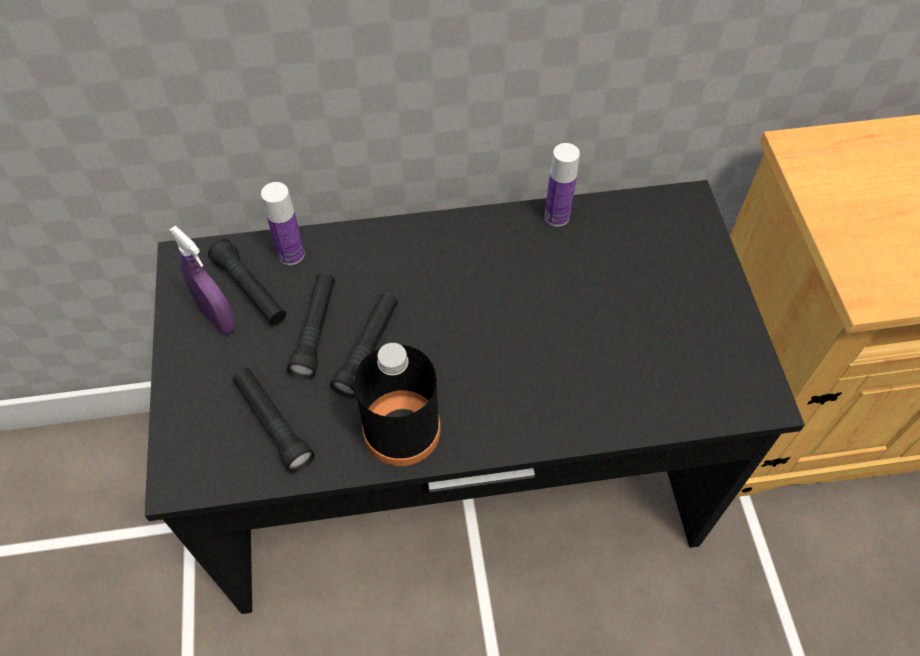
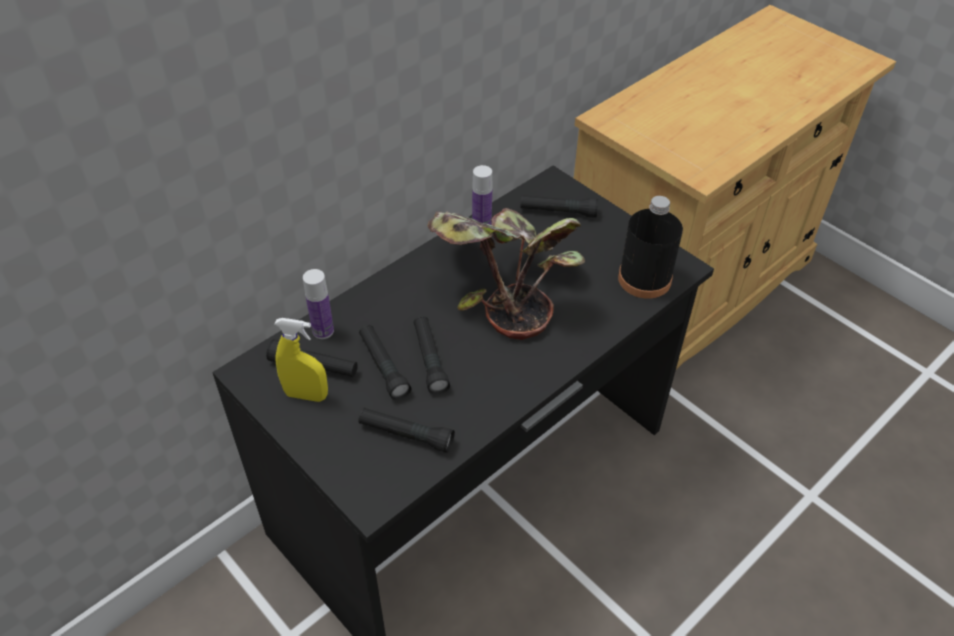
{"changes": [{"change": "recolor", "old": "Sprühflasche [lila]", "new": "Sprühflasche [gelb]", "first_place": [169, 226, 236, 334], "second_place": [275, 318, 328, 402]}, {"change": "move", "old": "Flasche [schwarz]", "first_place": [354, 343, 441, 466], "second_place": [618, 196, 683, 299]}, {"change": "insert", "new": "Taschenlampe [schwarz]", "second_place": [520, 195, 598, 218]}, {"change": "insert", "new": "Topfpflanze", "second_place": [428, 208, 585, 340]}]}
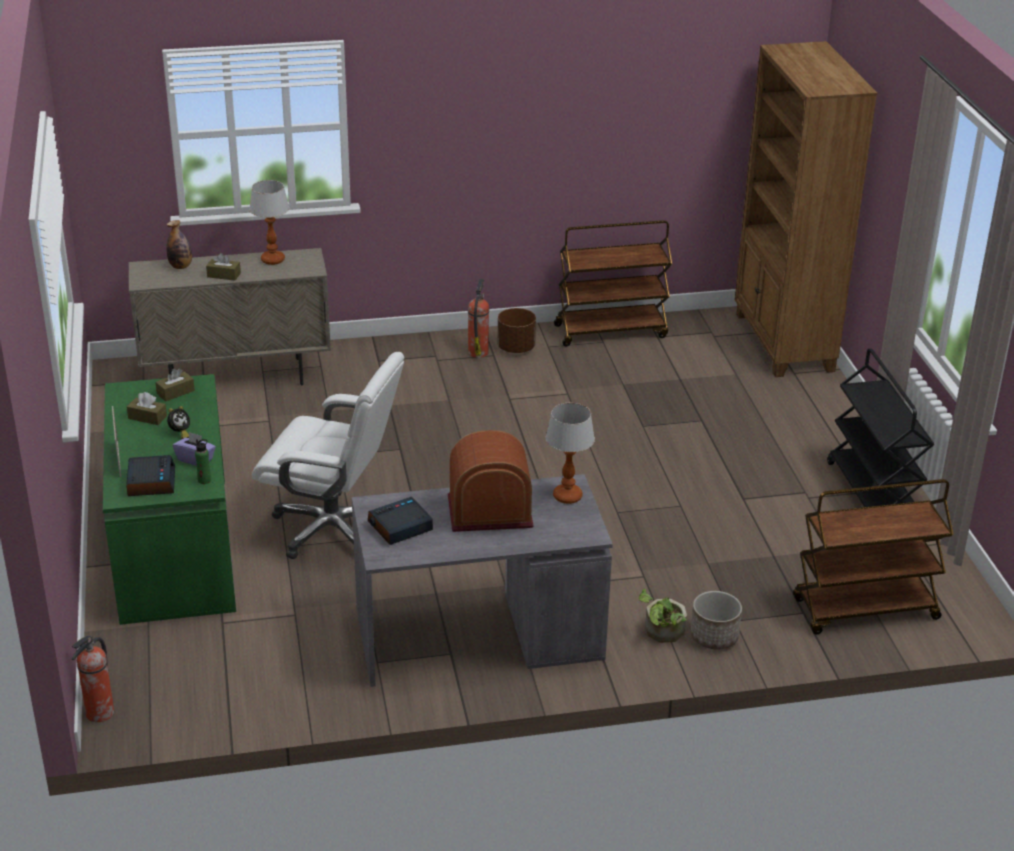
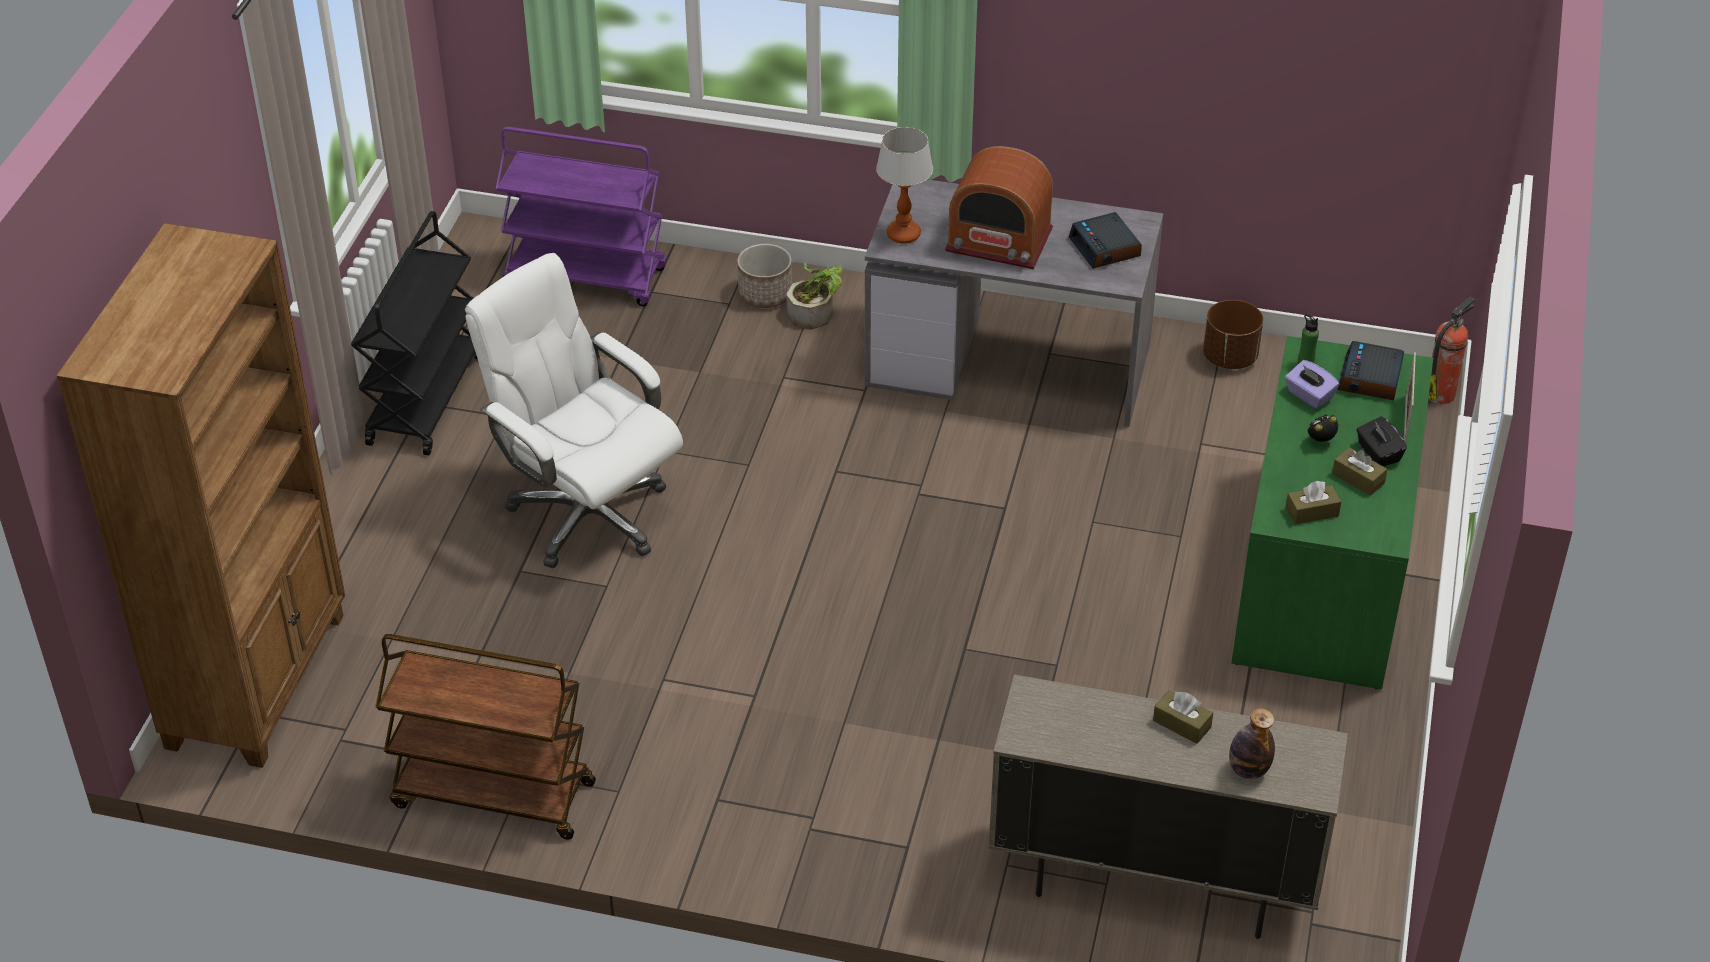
{"changes": [{"change": "delete", "old": "Tischlampe", "first_place": [249, 180, 289, 265]}, {"change": "delete", "old": "Feuerlöscher", "first_place": [468, 279, 489, 358]}, {"change": "move", "old": "Pflanzkübel [braun]", "first_place": [498, 308, 536, 353], "second_place": [1203, 300, 1263, 369]}, {"change": "move", "old": "Bürostuhl [weiß]", "first_place": [252, 352, 404, 559], "second_place": [465, 253, 683, 568]}, {"change": "recolor", "old": "Rollwagen [braun]", "new": "Rollwagen [lila]", "first_place": [793, 479, 953, 634], "second_place": [496, 127, 667, 306]}, {"change": "rotate", "old": "Wecker", "first_place": [368, 497, 433, 545], "second_place": [1069, 212, 1142, 269], "degrees": 75}, {"change": "insert", "new": "Taschentuchbox [schwarz]", "second_place": [1357, 416, 1407, 467]}]}
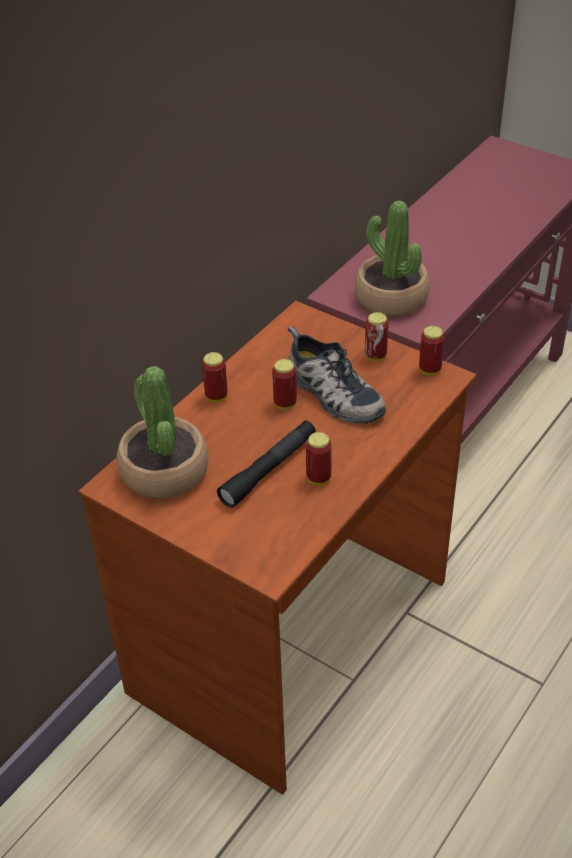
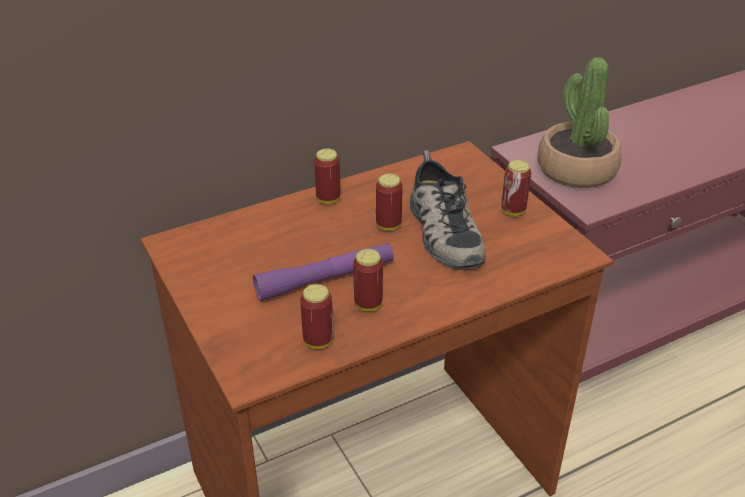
{"changes": [{"change": "move", "old": "Dose", "first_place": [419, 326, 445, 375], "second_place": [300, 284, 333, 349]}, {"change": "delete", "old": "Topfpflanze", "first_place": [117, 366, 209, 499]}, {"change": "recolor", "old": "Taschenlampe [schwarz]", "new": "Taschenlampe [lila]", "first_place": [217, 421, 316, 508], "second_place": [253, 243, 394, 301]}]}
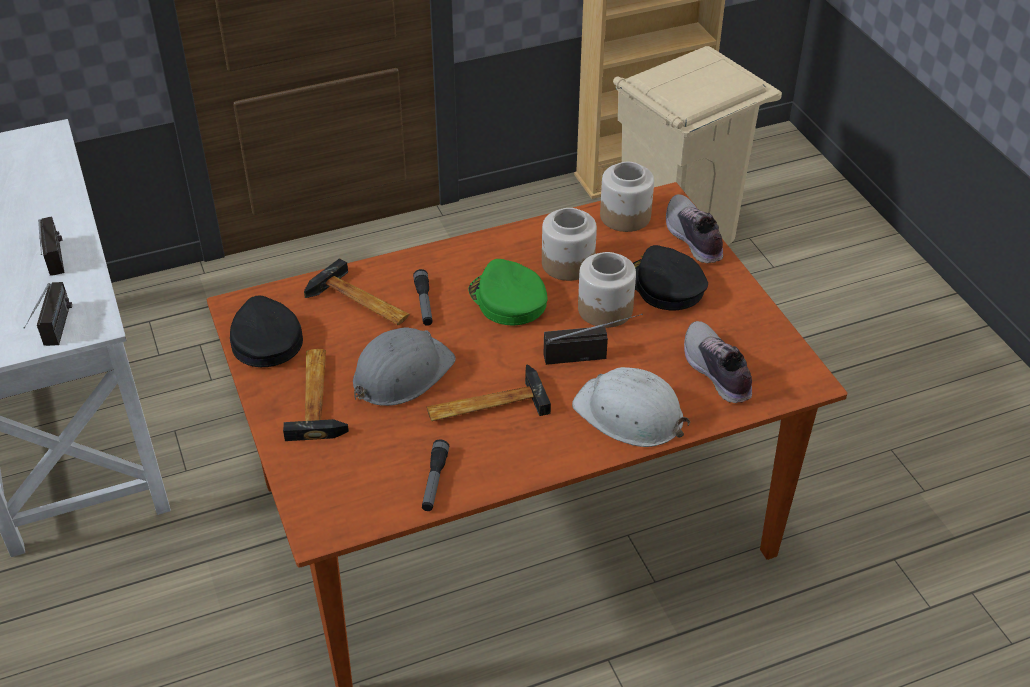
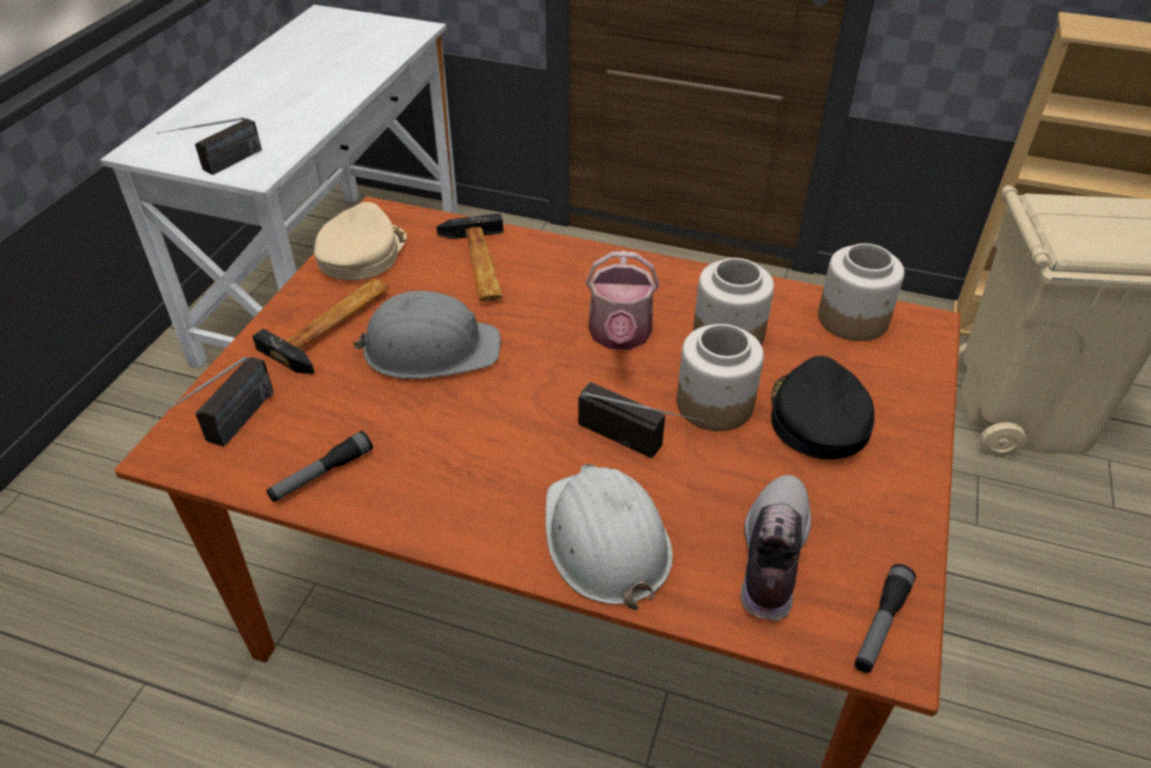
{"changes": [{"change": "delete", "old": "Schuh", "first_place": [666, 194, 723, 263]}, {"change": "move", "old": "Radio", "first_place": [38, 216, 64, 276], "second_place": [152, 356, 273, 447]}, {"change": "replace", "old": "Kappe [grün]", "new": "Gießkanne", "first_place": [468, 259, 548, 325], "second_place": [586, 251, 659, 350]}, {"change": "move", "old": "Taschenlampe", "first_place": [413, 269, 432, 326], "second_place": [855, 564, 916, 673]}, {"change": "recolor", "old": "Kappe [schwarz]", "new": "Kappe [beige]", "first_place": [230, 295, 303, 367], "second_place": [314, 202, 407, 280]}, {"change": "delete", "old": "Hammer", "first_place": [427, 364, 551, 421]}]}
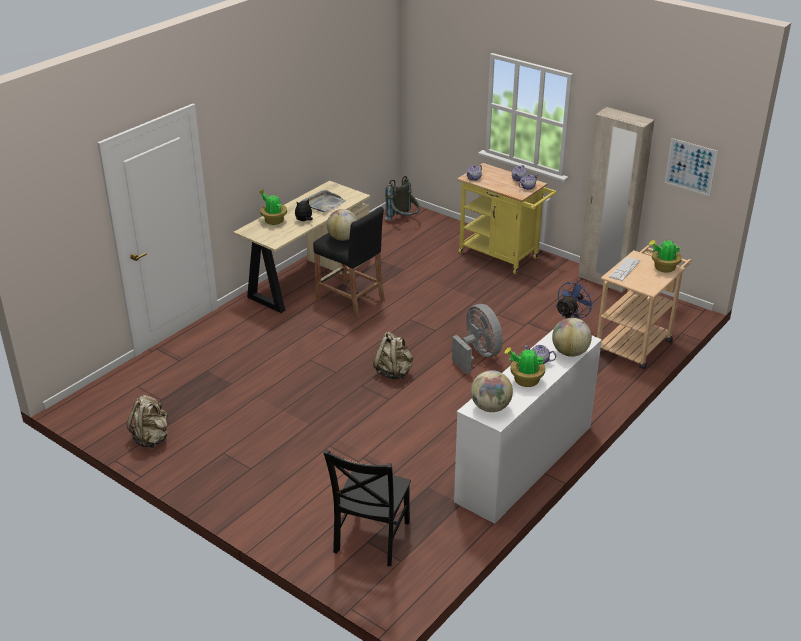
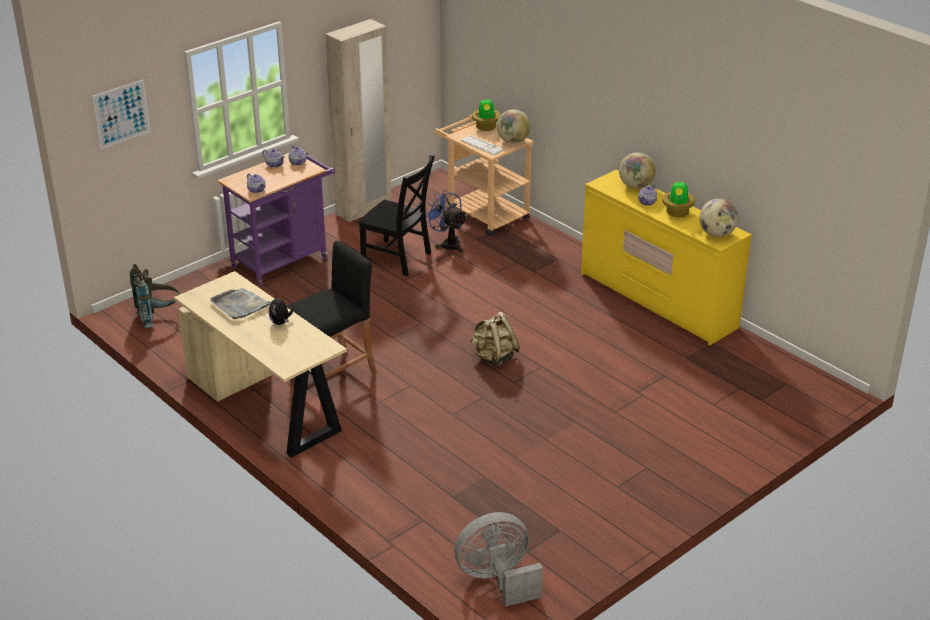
{"changes": [{"change": "move", "old": "Bild", "first_place": [665, 138, 718, 196], "second_place": [92, 80, 151, 149]}, {"change": "recolor", "old": "Rollwagen [gelb]", "new": "Rollwagen [lila]", "first_place": [457, 163, 557, 274], "second_place": [217, 152, 335, 287]}, {"change": "delete", "old": "Topfpflanze", "first_place": [259, 189, 287, 225]}, {"change": "move", "old": "Globus", "first_place": [327, 209, 357, 241], "second_place": [497, 109, 530, 144]}, {"change": "move", "old": "Ventilator [grau]", "first_place": [452, 304, 503, 374], "second_place": [454, 512, 543, 607]}, {"change": "recolor", "old": "Kommode [weiß]", "new": "Kommode [gelb]", "first_place": [454, 329, 602, 524], "second_place": [581, 170, 752, 346]}, {"change": "delete", "old": "Rucksack [beige]", "first_place": [127, 395, 169, 449]}, {"change": "move", "old": "Stuhl [schwarz]", "first_place": [323, 449, 411, 566], "second_place": [358, 154, 435, 276]}]}
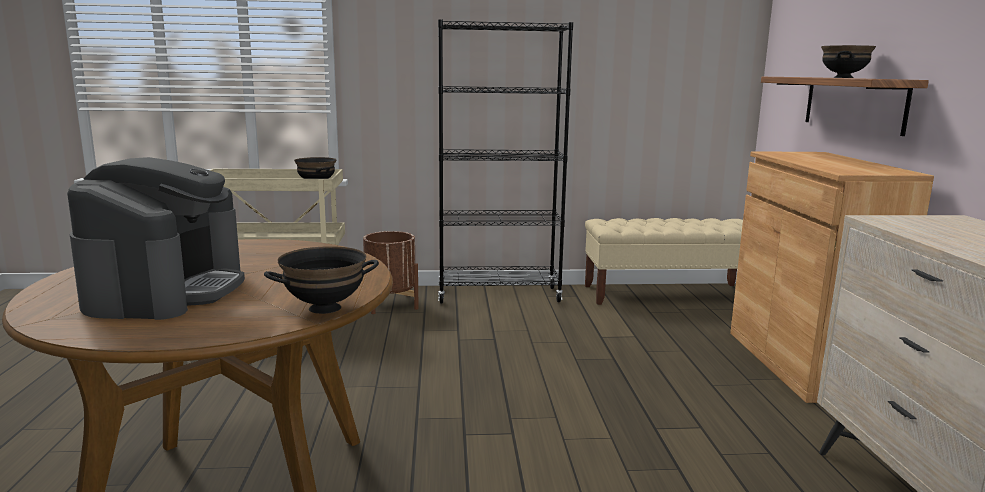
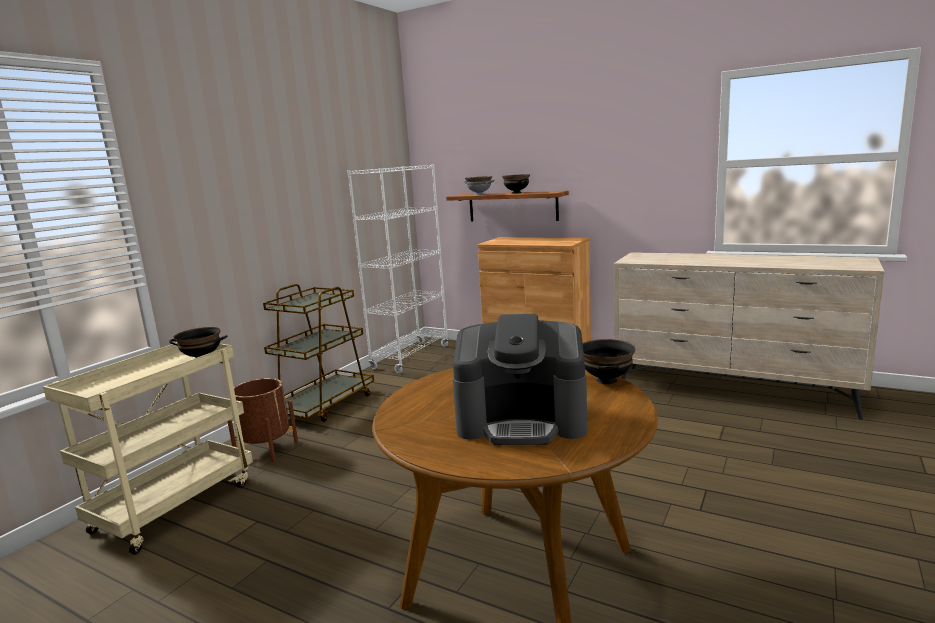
{"changes": [{"change": "replace", "old": "Bücherregal [schwarz]", "new": "Rollwagen [braun]", "first_place": [438, 19, 573, 304], "second_place": [263, 284, 374, 422]}, {"change": "rotate", "old": "Kaffeemaschine", "first_place": [67, 157, 245, 320], "second_place": [452, 314, 587, 445], "degrees": 150}, {"change": "replace", "old": "Bank [beige]", "new": "Bücherregal [weiß]", "first_place": [585, 218, 743, 305], "second_place": [347, 164, 449, 373]}, {"change": "insert", "new": "Schüssel [grau]", "second_place": [463, 176, 495, 195]}]}
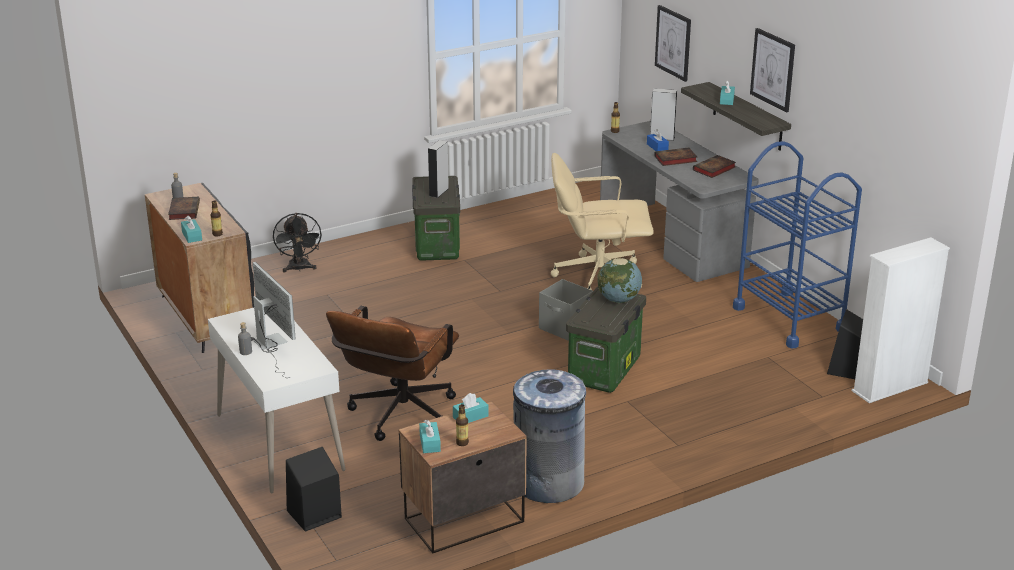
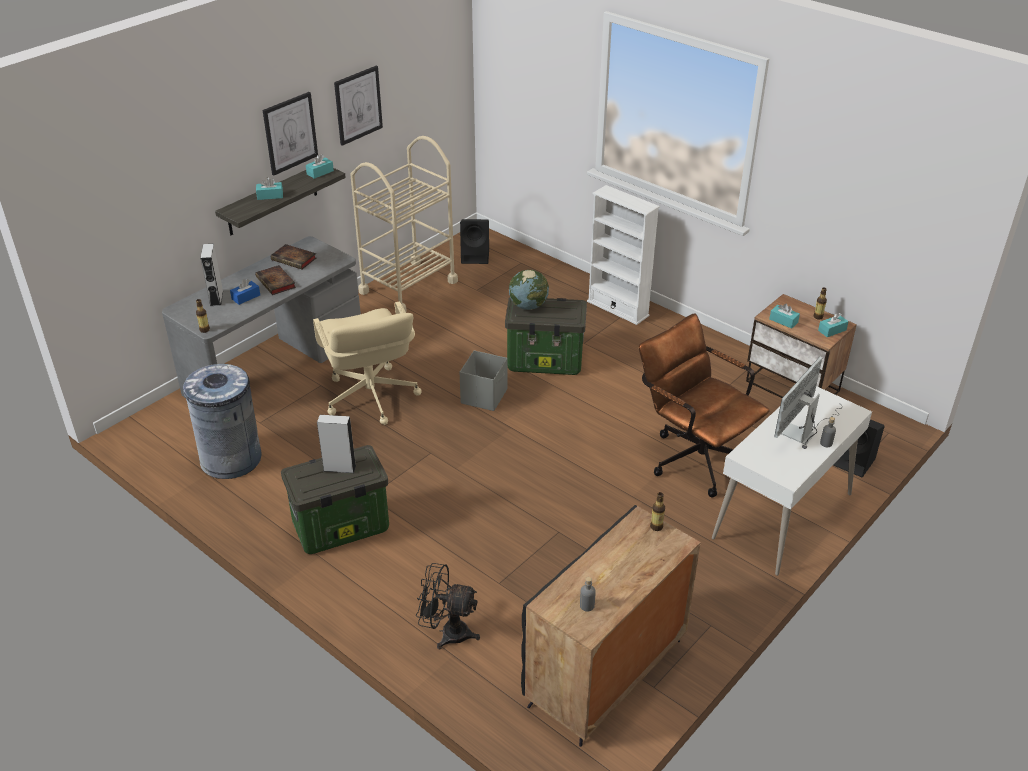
{"changes": [{"change": "move", "old": "Bild", "first_place": [655, 5, 691, 82], "second_place": [334, 66, 383, 146]}, {"change": "recolor", "old": "Rollwagen [blau]", "new": "Rollwagen [beige]", "first_place": [733, 141, 862, 349], "second_place": [350, 136, 458, 312]}, {"change": "delete", "old": "Buch", "first_place": [168, 197, 200, 220]}, {"change": "rotate", "old": "Ventilator [schwarz]", "first_place": [273, 213, 322, 272], "second_place": [416, 563, 480, 649], "degrees": -135}, {"change": "move", "old": "Taschentuchbox [türkis]", "first_place": [181, 215, 202, 243], "second_place": [306, 154, 334, 179]}, {"change": "move", "old": "Bücherregal [weiß]", "first_place": [852, 237, 950, 403], "second_place": [587, 185, 660, 325]}, {"change": "rotate", "old": "Bürostuhl [braun]", "first_place": [326, 306, 459, 441], "second_place": [639, 314, 770, 498], "degrees": -135}, {"change": "move", "old": "Mülleimer [grau]", "first_place": [513, 370, 586, 503], "second_place": [183, 364, 262, 479]}]}
